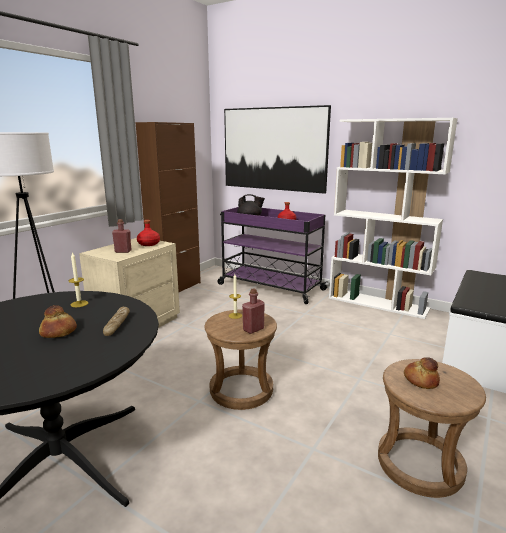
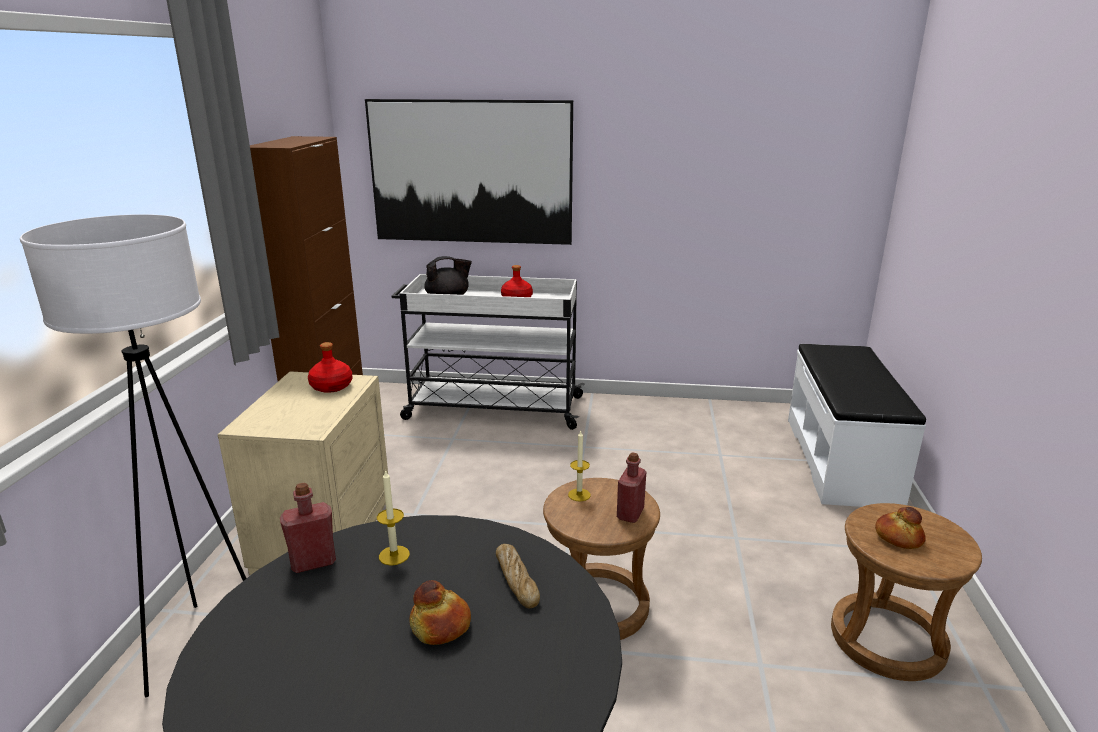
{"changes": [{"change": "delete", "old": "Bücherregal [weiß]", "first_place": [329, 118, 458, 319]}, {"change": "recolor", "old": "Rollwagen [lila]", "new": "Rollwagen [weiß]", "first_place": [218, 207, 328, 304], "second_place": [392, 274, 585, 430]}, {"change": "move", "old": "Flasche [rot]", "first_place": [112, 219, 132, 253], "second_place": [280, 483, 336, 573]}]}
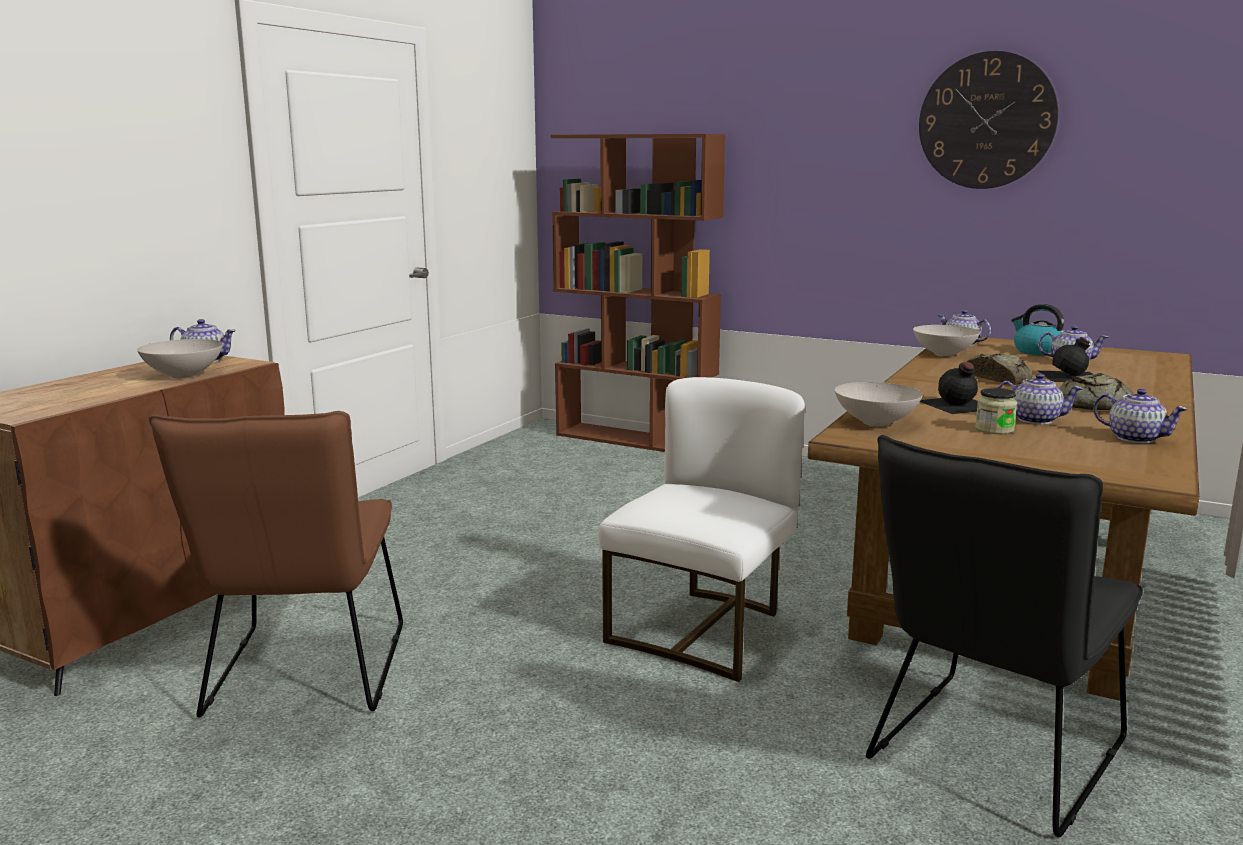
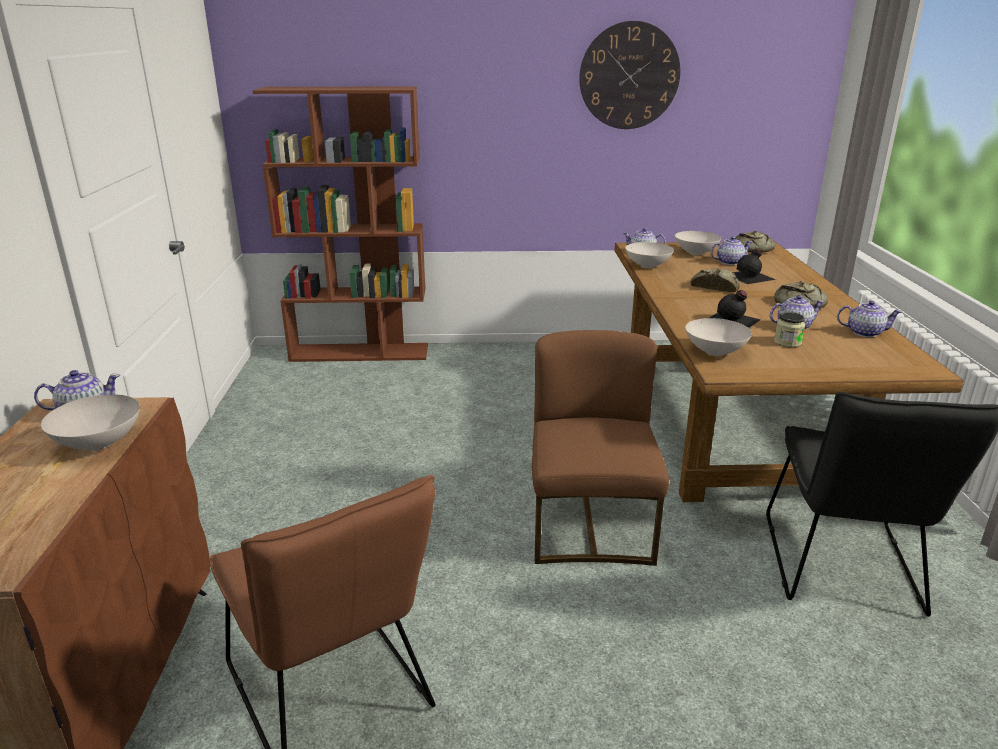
{"changes": [{"change": "replace", "old": "Wasserkessel", "new": "Schüssel [weiß]", "first_place": [1011, 304, 1064, 356], "second_place": [675, 231, 721, 255]}, {"change": "recolor", "old": "Stuhl [weiß]", "new": "Stuhl [braun]", "first_place": [598, 377, 805, 682], "second_place": [532, 330, 669, 566]}, {"change": "insert", "new": "Brot", "second_place": [735, 231, 775, 252]}]}
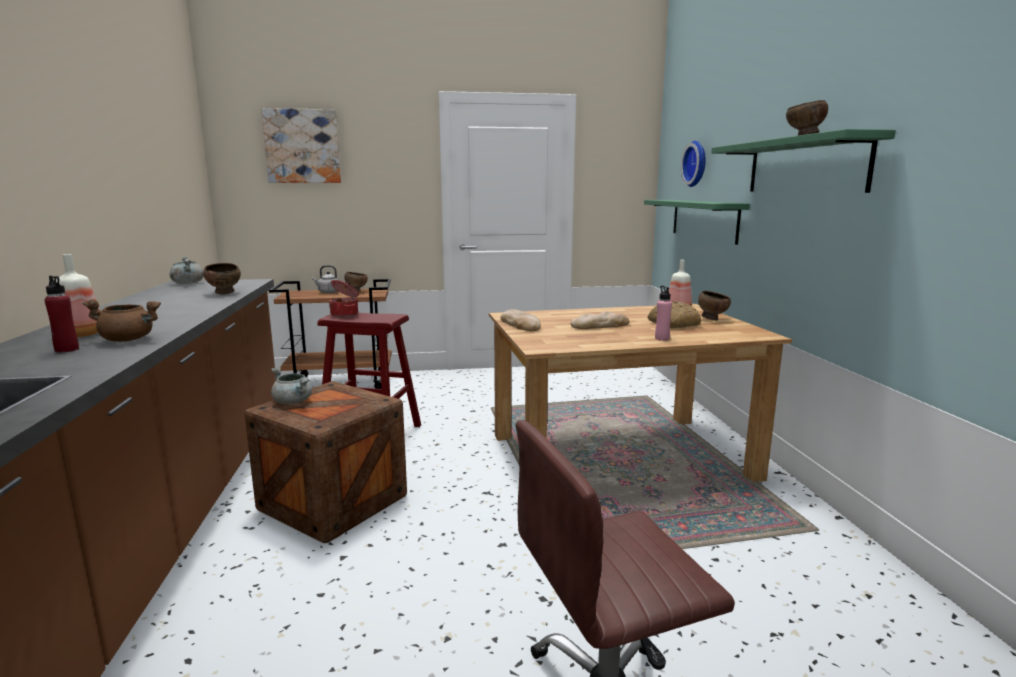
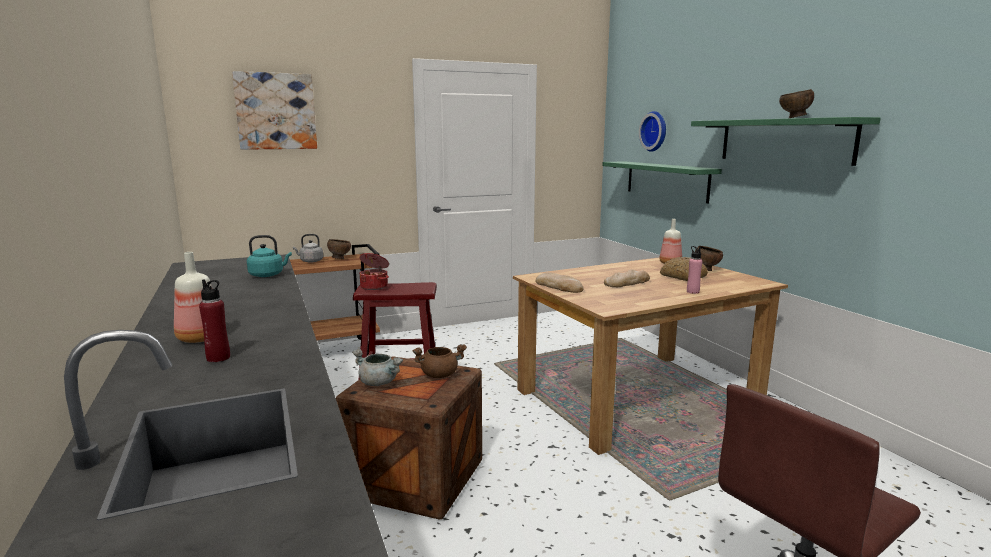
{"changes": [{"change": "delete", "old": "Kochtopf [grau]", "first_place": [170, 257, 204, 284]}, {"change": "replace", "old": "Schüssel [braun]", "new": "Wasserkessel [türkis]", "first_place": [203, 263, 241, 294], "second_place": [247, 235, 292, 277]}, {"change": "move", "old": "Kochtopf [braun]", "first_place": [83, 299, 161, 342], "second_place": [412, 344, 467, 378]}]}
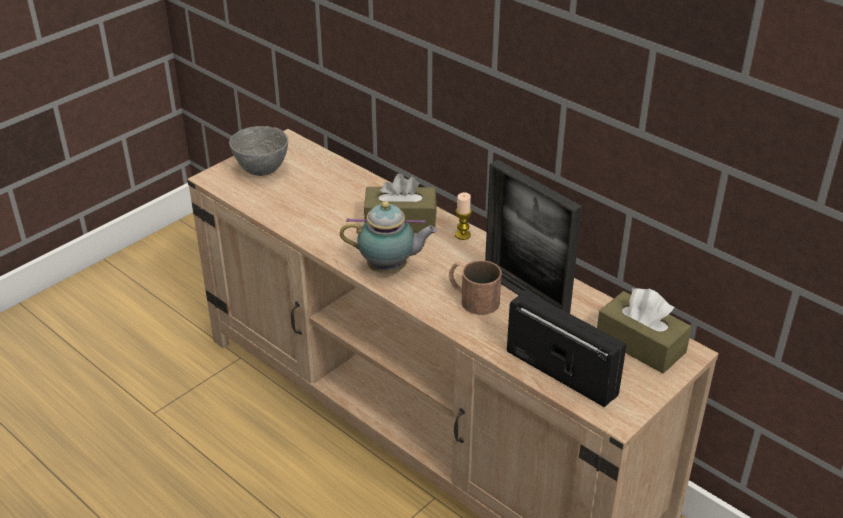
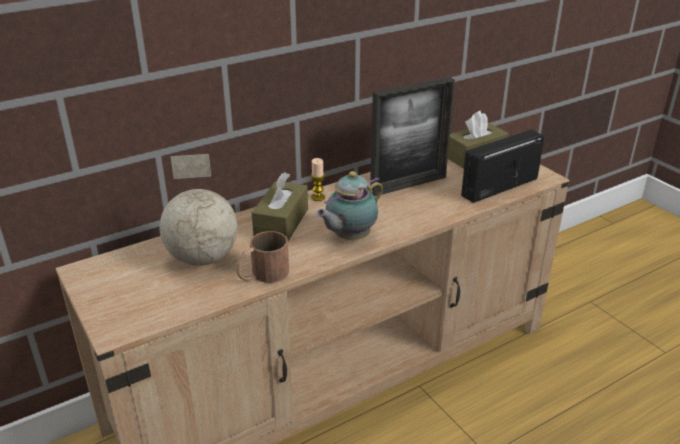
{"changes": [{"change": "delete", "old": "Schüssel [grau]", "first_place": [229, 126, 288, 176]}, {"change": "rotate", "old": "Teekanne", "first_place": [340, 201, 437, 273], "second_place": [316, 171, 383, 240], "degrees": -150}, {"change": "move", "old": "Henkelbecher [braun]", "first_place": [449, 260, 502, 315], "second_place": [236, 231, 289, 283]}, {"change": "insert", "new": "Globus", "second_place": [160, 154, 238, 266]}]}
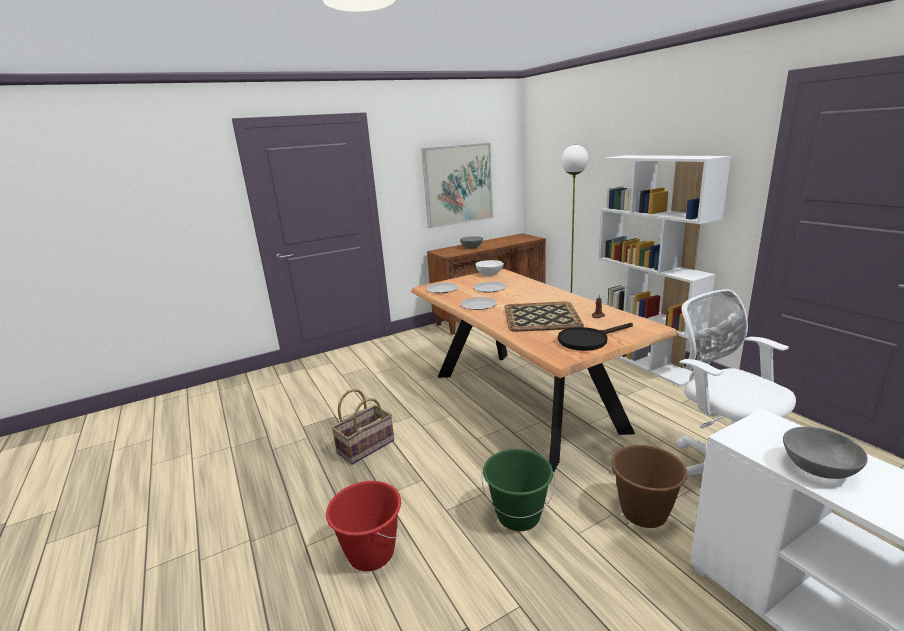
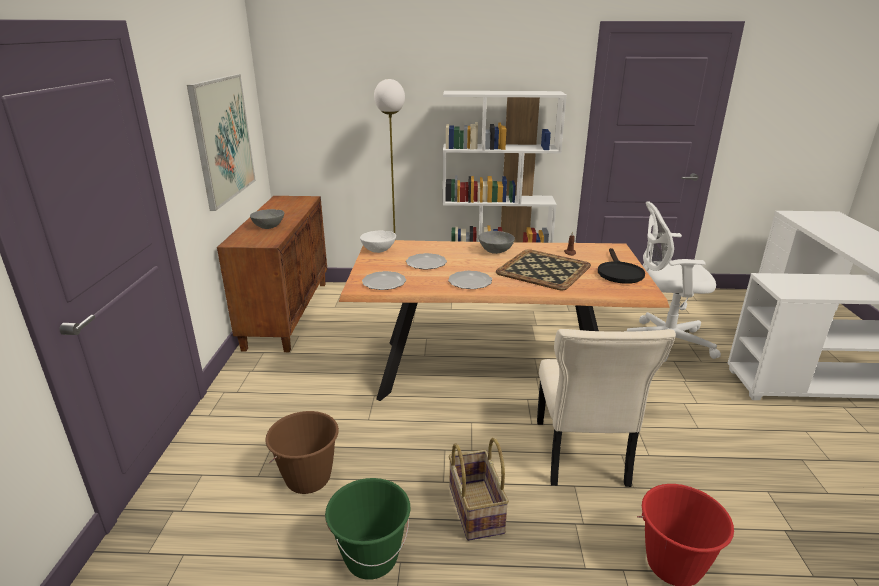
{"changes": [{"change": "move", "old": "Schüssel [grau]", "first_place": [783, 427, 868, 479], "second_place": [478, 231, 515, 254]}, {"change": "move", "old": "Eimer [braun]", "first_place": [609, 445, 688, 528], "second_place": [265, 411, 339, 494]}, {"change": "move", "old": "Eimer [grün]", "first_place": [481, 449, 555, 531], "second_place": [325, 478, 410, 580]}, {"change": "insert", "new": "Stuhl [beige]", "second_place": [537, 329, 676, 487]}]}
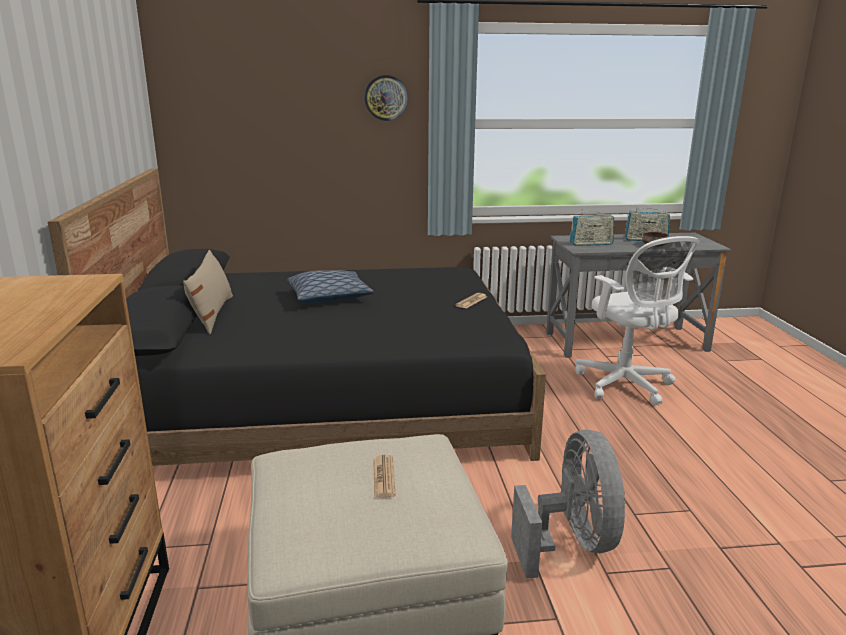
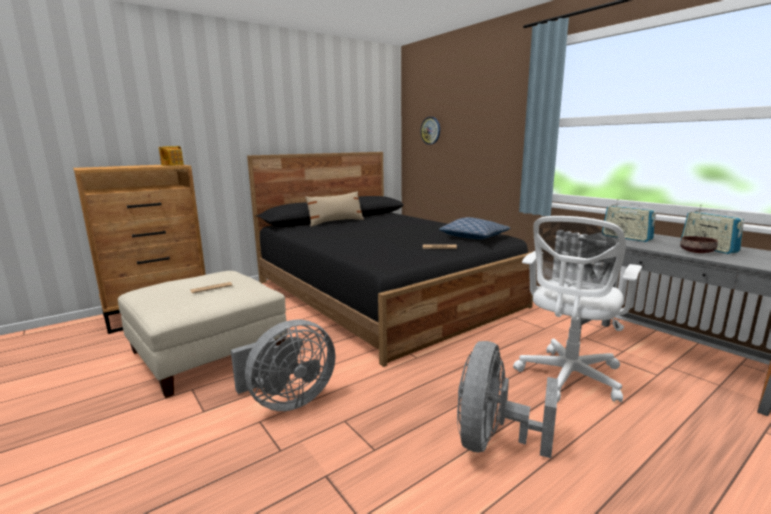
{"changes": [{"change": "move", "old": "Wanduhr", "first_place": [364, 75, 408, 121], "second_place": [421, 117, 440, 145]}, {"change": "move", "old": "Kissen", "first_place": [287, 270, 374, 303], "second_place": [439, 217, 511, 239]}, {"change": "insert", "new": "Teekanne", "second_place": [158, 146, 184, 166]}, {"change": "insert", "new": "Ventilator [grau]", "second_place": [457, 341, 558, 458]}]}
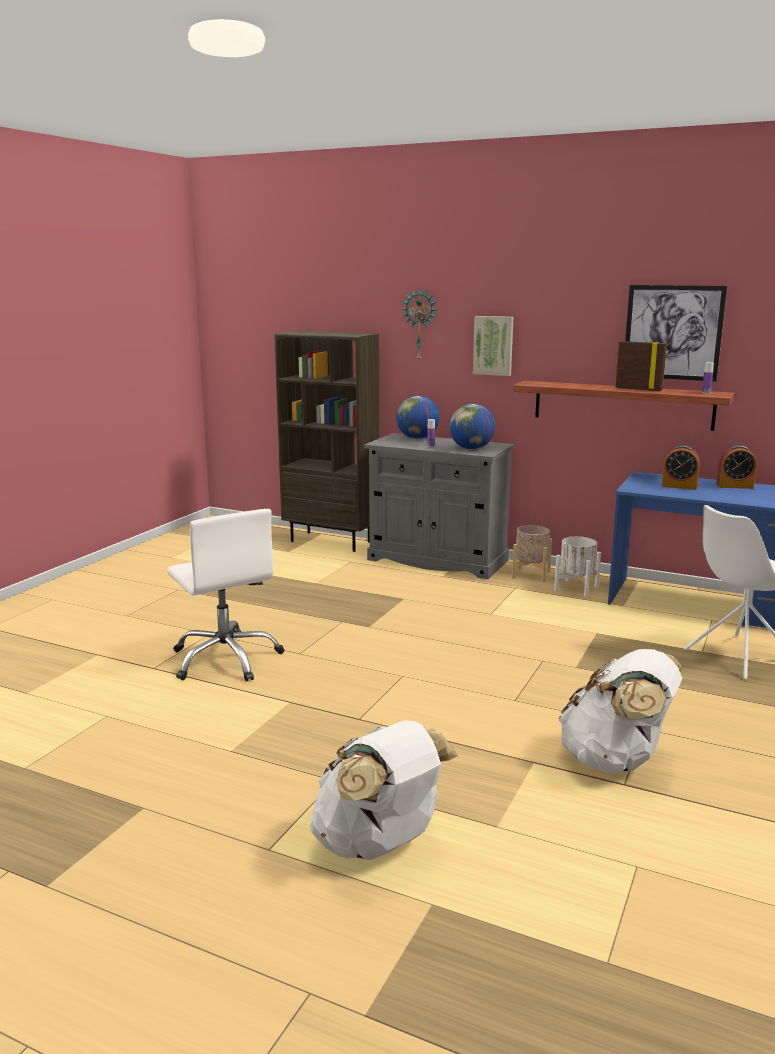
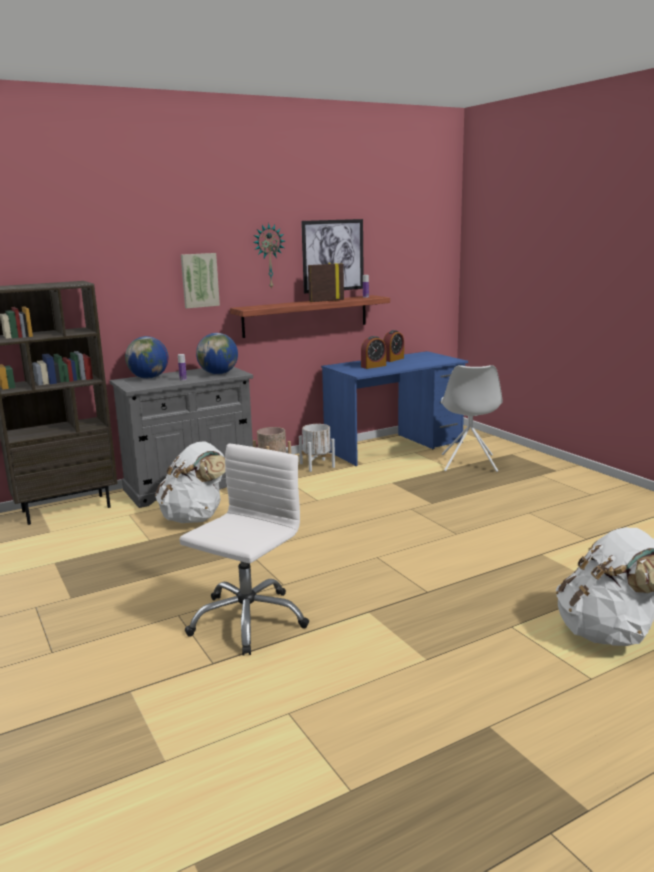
{"changes": [{"change": "move", "old": "Wanduhr", "first_place": [402, 289, 438, 361], "second_place": [253, 223, 285, 290]}, {"change": "rotate", "old": "Bürostuhl [weiß]", "first_place": [167, 509, 284, 682], "second_place": [179, 444, 309, 655], "degrees": -60}, {"change": "move", "old": "Rucksack [weiß]", "first_place": [559, 649, 682, 774], "second_place": [155, 441, 225, 523]}]}
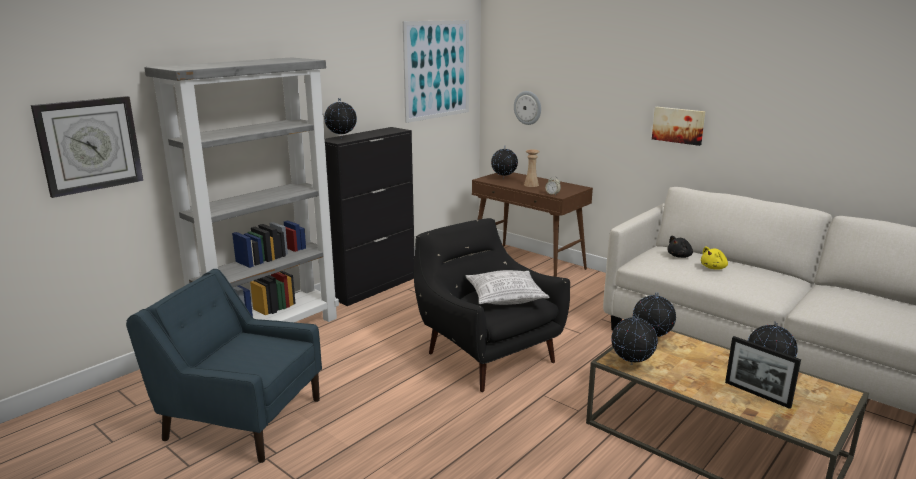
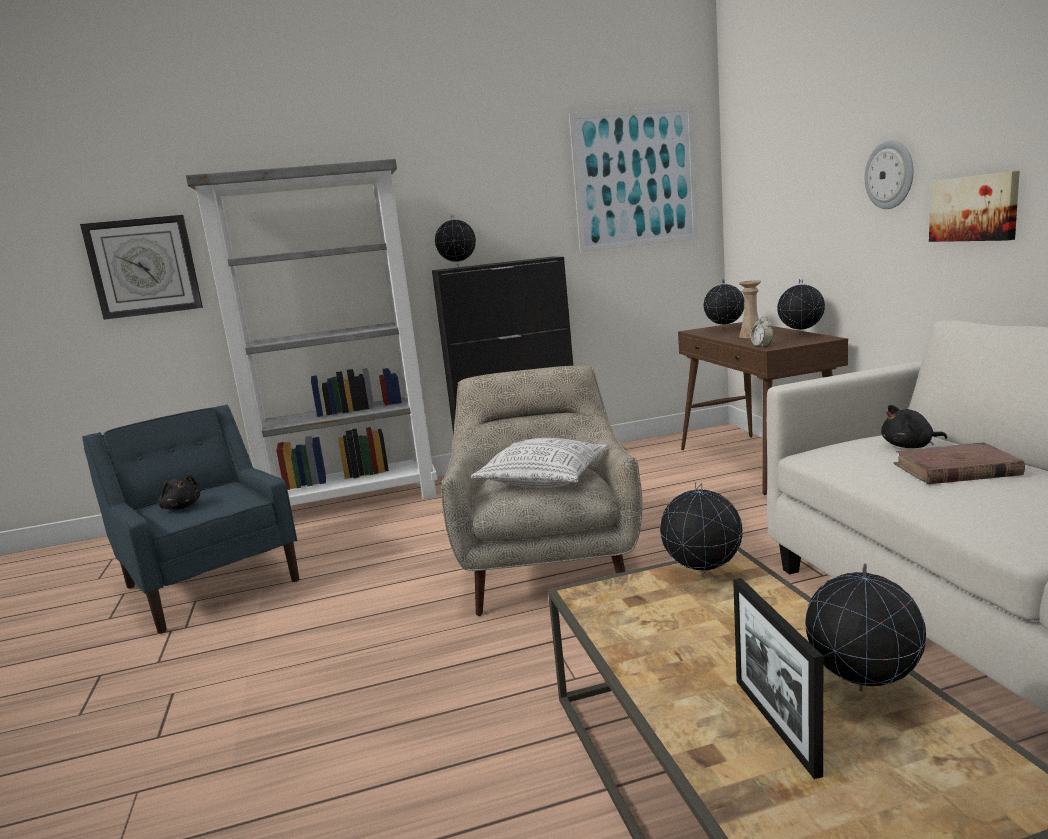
{"changes": [{"change": "move", "old": "Wanduhr", "first_place": [514, 91, 541, 125], "second_place": [864, 140, 913, 209]}, {"change": "recolor", "old": "Sessel [schwarz]", "new": "Sessel [beige]", "first_place": [414, 218, 570, 392], "second_place": [441, 366, 642, 616]}, {"change": "replace", "old": "Plüschtier [gelb]", "new": "Buch [braun]", "first_place": [701, 246, 728, 270], "second_place": [893, 442, 1025, 484]}, {"change": "move", "old": "Globus", "first_place": [611, 314, 658, 365], "second_place": [777, 279, 825, 336]}, {"change": "insert", "new": "Plüschtier [schwarz]", "second_place": [158, 475, 200, 510]}]}
